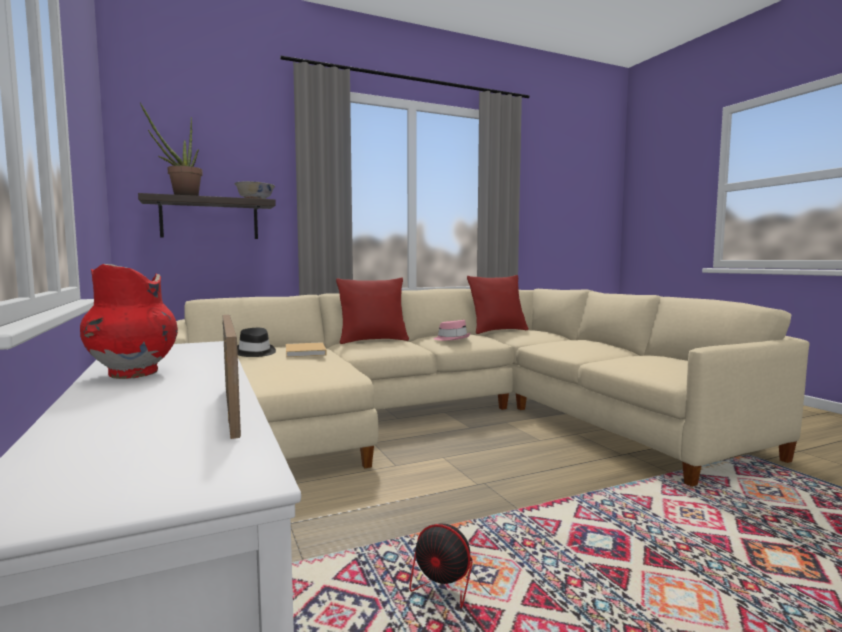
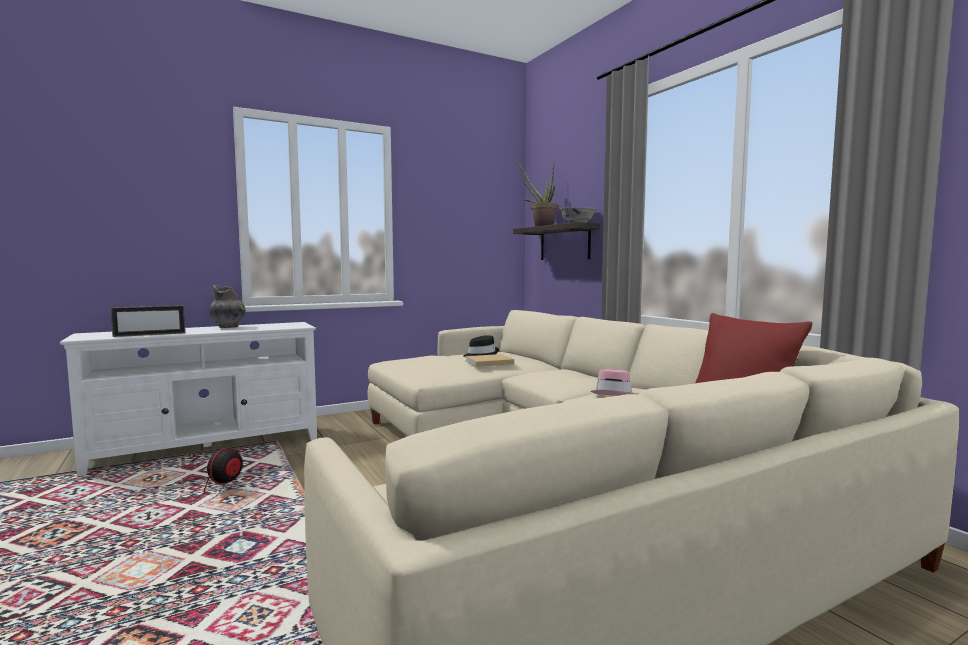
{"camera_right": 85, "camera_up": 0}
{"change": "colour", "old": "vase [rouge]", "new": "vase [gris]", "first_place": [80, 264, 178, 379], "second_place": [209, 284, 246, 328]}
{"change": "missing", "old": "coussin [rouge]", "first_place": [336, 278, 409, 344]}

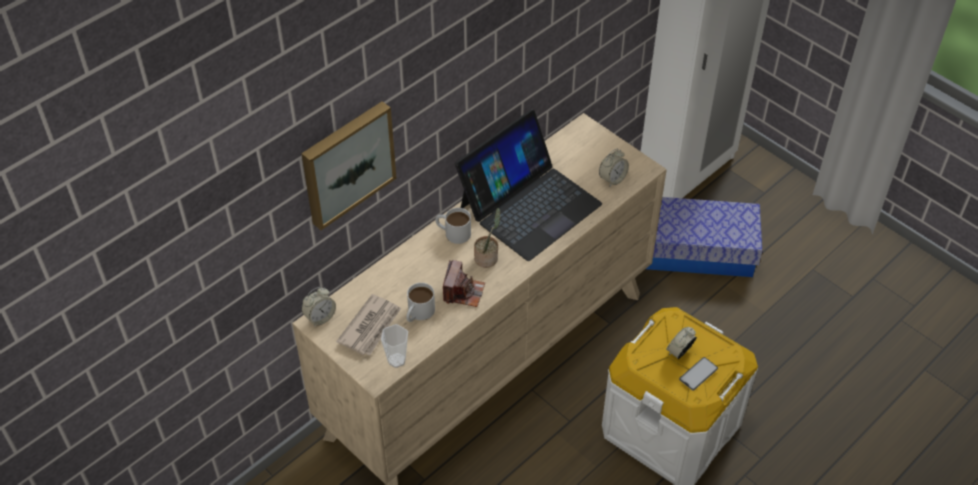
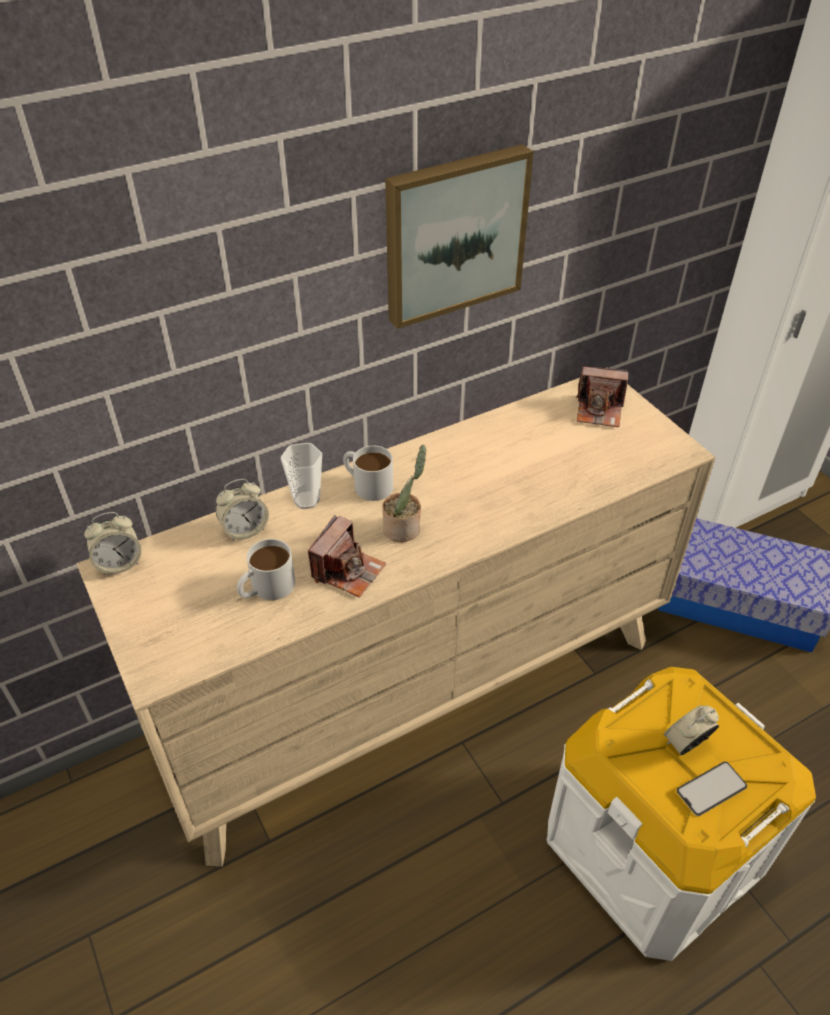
{"camera_right": 15, "camera_up": -5}
{"change": "relocated", "old": "tableau", "first_place": [301, 101, 397, 230], "second_place": [385, 144, 534, 329]}
{"change": "missing", "old": "ordinateur portable", "first_place": [455, 110, 602, 261]}
{"change": "relocated", "old": "réveil", "first_place": [599, 149, 629, 186], "second_place": [216, 479, 269, 542]}
{"change": "missing", "old": "journal", "first_place": [336, 294, 401, 355]}
{"change": "relocated", "old": "tasse", "first_place": [381, 324, 408, 368], "second_place": [281, 443, 322, 509]}
{"change": "appeared", "new": "appareil photo", "second_place": [576, 367, 629, 427]}

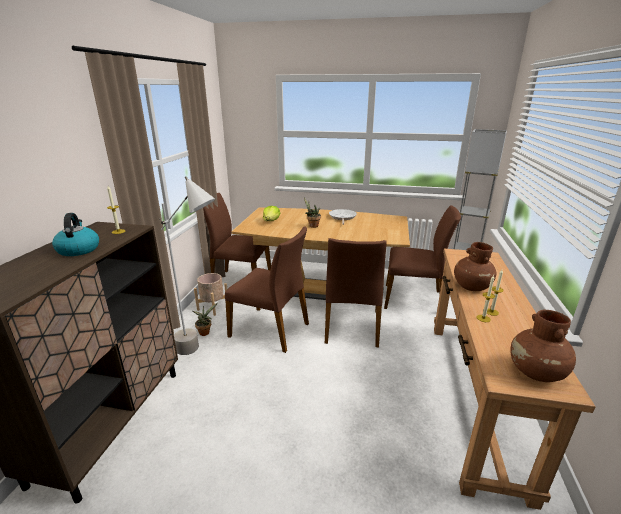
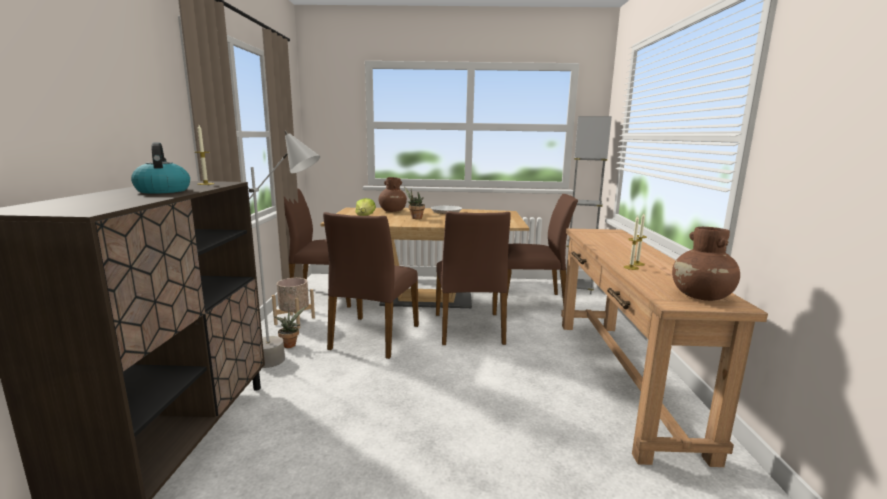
{"camera_right": -10, "camera_up": -10}
{"change": "spun", "old": "chaise [marron]", "first_place": [225, 226, 309, 353], "second_place": [323, 212, 419, 359], "degrees": 90}
{"change": "relocated", "old": "vase [marron]", "first_place": [454, 242, 496, 291], "second_place": [379, 177, 407, 212]}

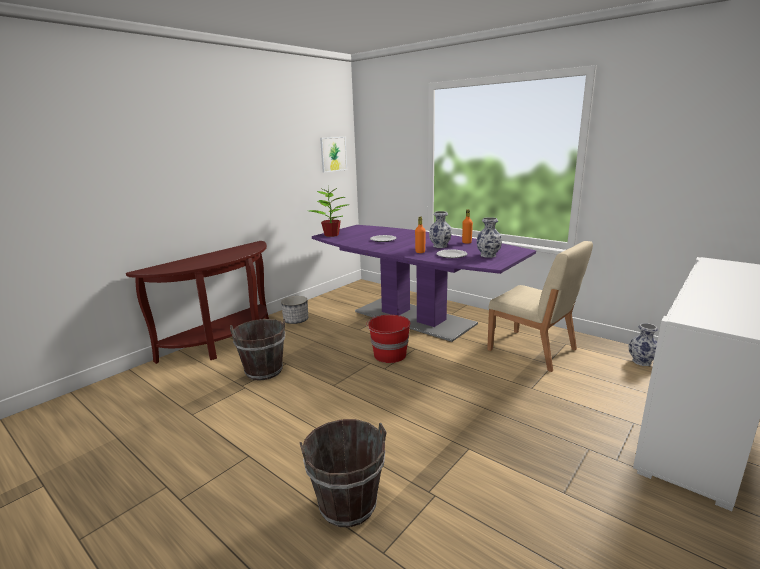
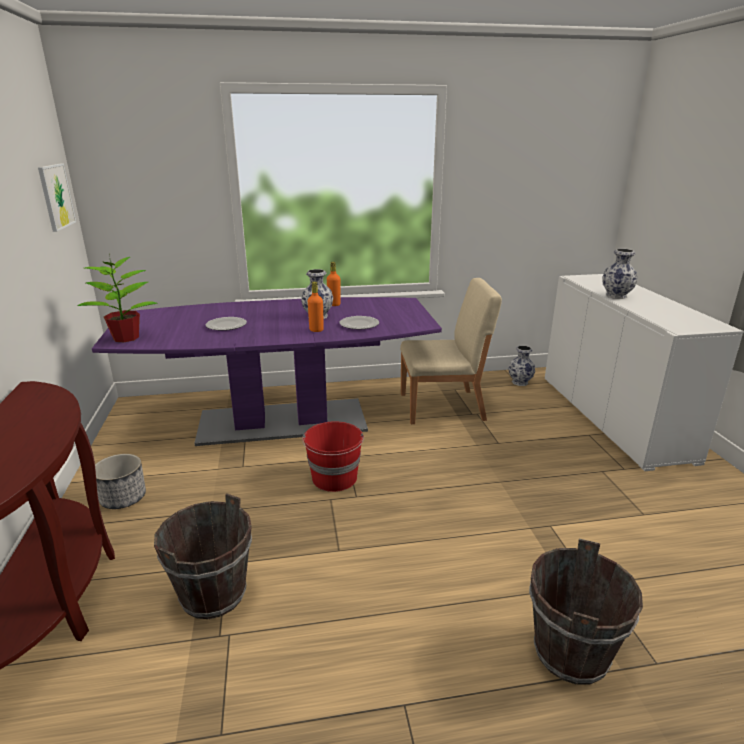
{"camera_right": -50, "camera_up": 5}
{"change": "relocated", "old": "vase", "first_place": [477, 217, 502, 258], "second_place": [602, 249, 637, 299]}

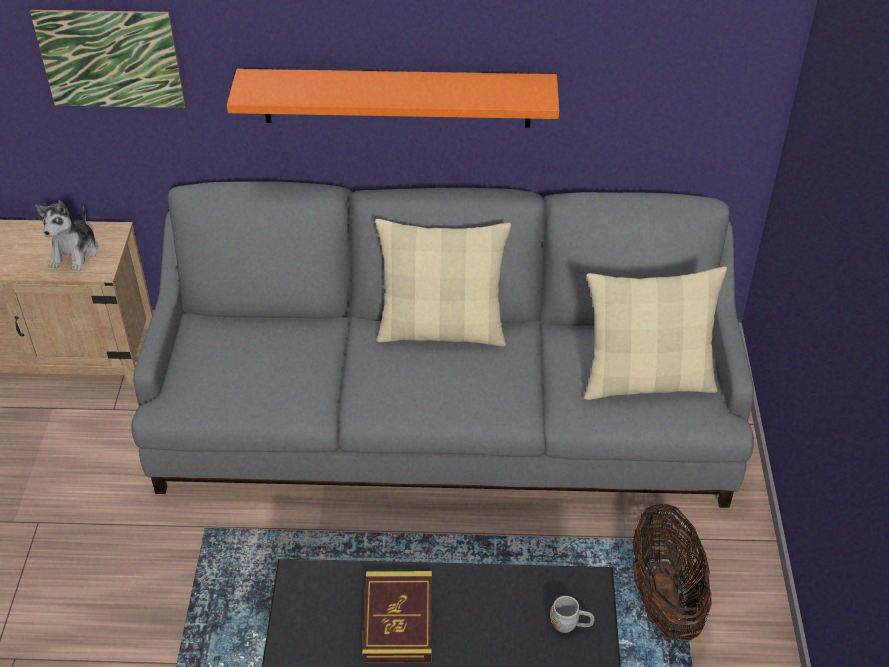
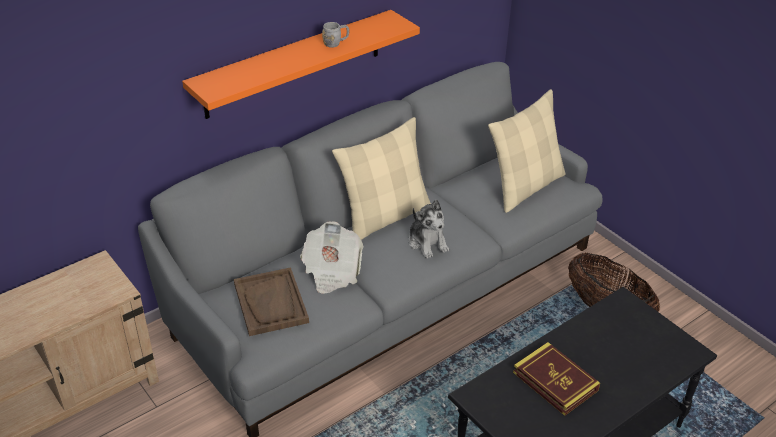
{"camera_right": -40, "camera_up": -5}
{"change": "missing", "old": "tableau", "first_place": [30, 10, 185, 108]}
{"change": "relocated", "old": "peluche", "first_place": [35, 200, 98, 271], "second_place": [409, 199, 449, 259]}
{"change": "relocated", "old": "mug [gris]", "first_place": [550, 596, 595, 633], "second_place": [322, 22, 349, 48]}
{"change": "appeared", "new": "journal", "second_place": [300, 221, 363, 294]}
{"change": "appeared", "new": "plateau [marron]", "second_place": [234, 267, 309, 336]}

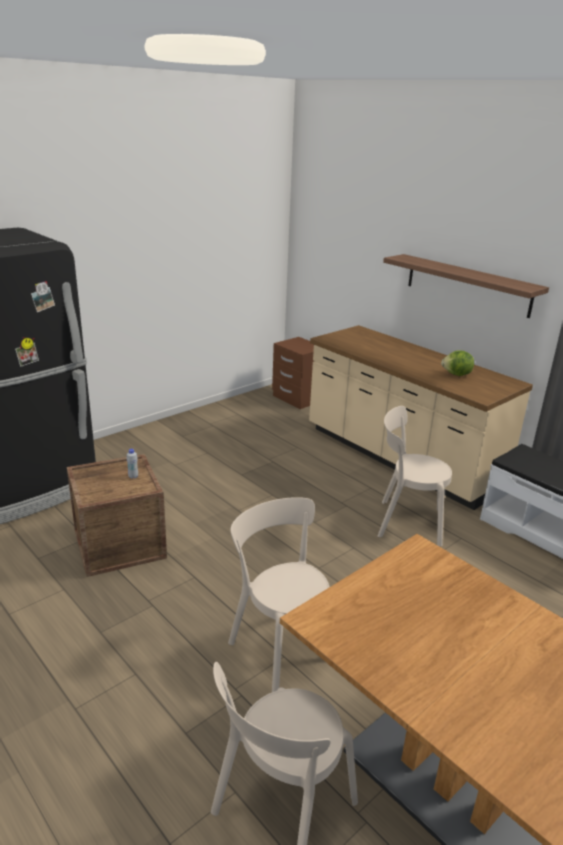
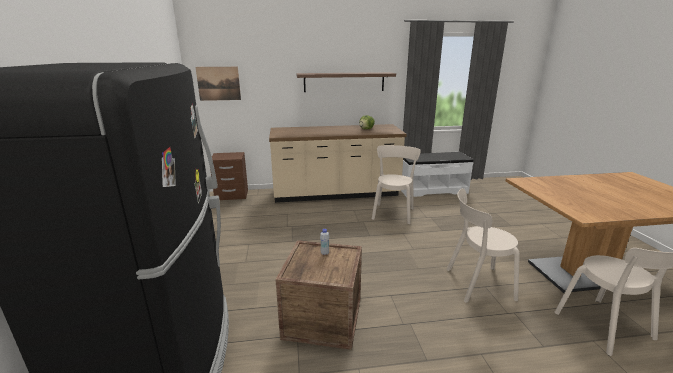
{"camera_right": -55, "camera_up": -5}
{"change": "spun", "old": "chaise [beige]", "first_place": [378, 406, 452, 547], "second_place": [372, 145, 421, 224], "degrees": 150}
{"change": "appeared", "new": "tableau", "second_place": [196, 67, 241, 101]}

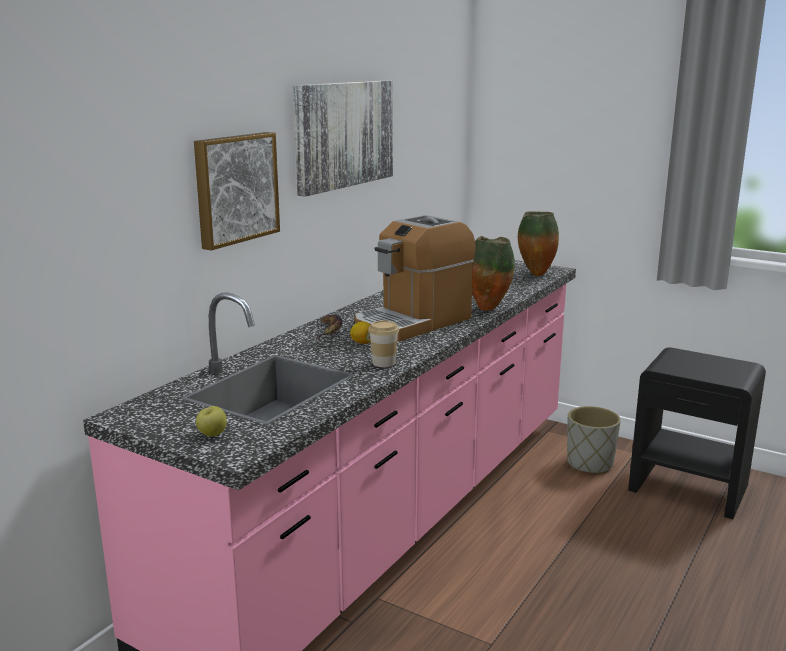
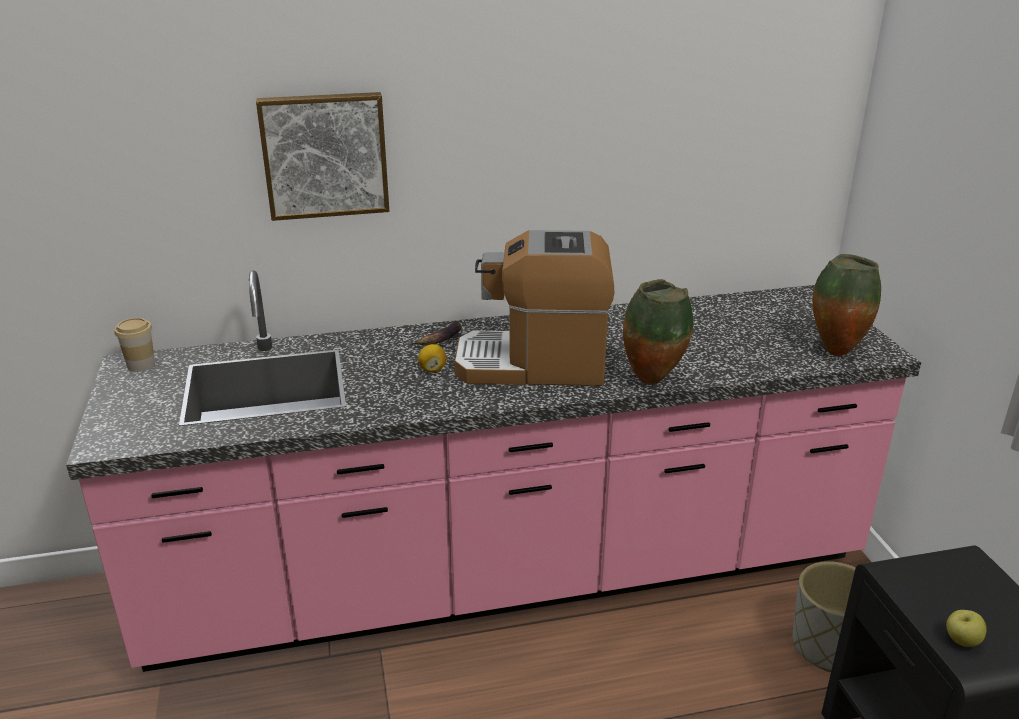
{"camera_right": 45, "camera_up": 10}
{"change": "missing", "old": "tableau", "first_place": [293, 80, 393, 197]}
{"change": "relocated", "old": "tasse", "first_place": [368, 320, 399, 367], "second_place": [114, 318, 155, 372]}
{"change": "relocated", "old": "pomme", "first_place": [196, 406, 227, 437], "second_place": [946, 610, 987, 647]}

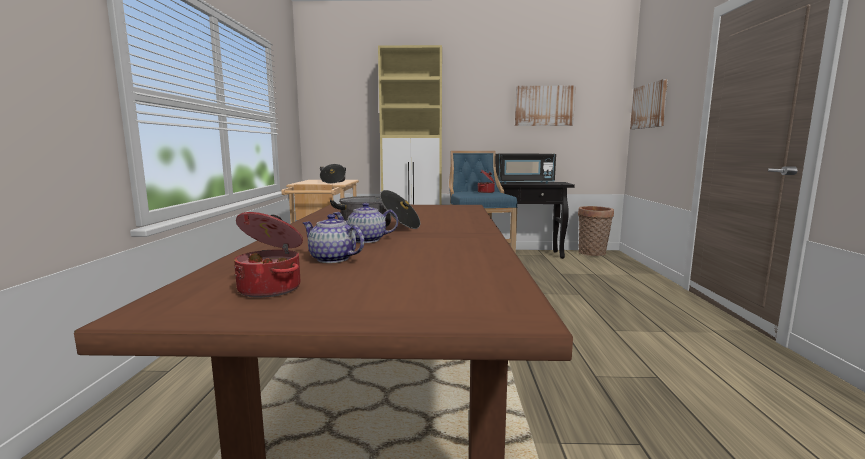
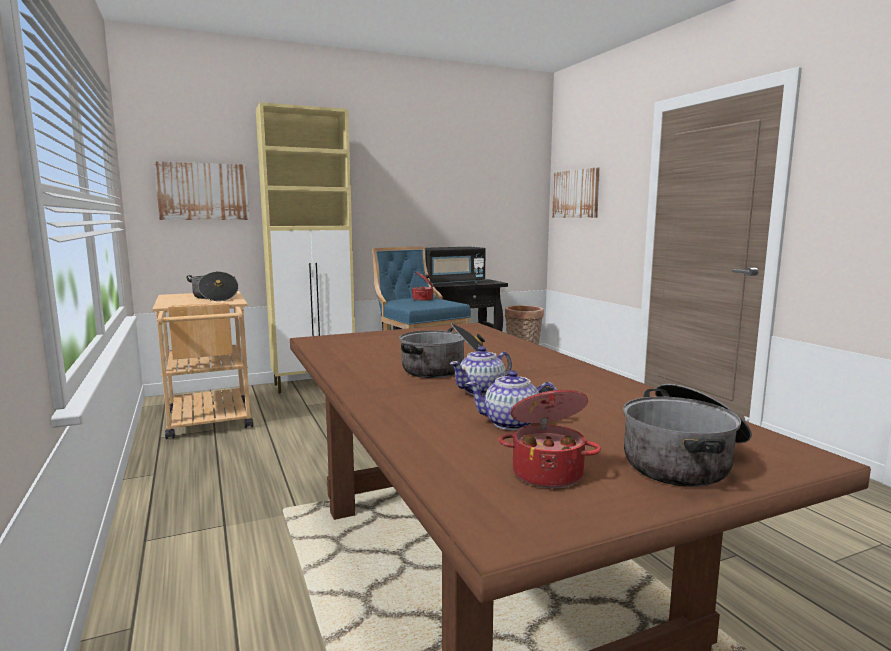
{"camera_right": -25, "camera_up": 0}
{"change": "relocated", "old": "tableau", "first_place": [515, 86, 576, 126], "second_place": [154, 161, 249, 220]}
{"change": "appeared", "new": "marmite", "second_place": [623, 384, 752, 487]}

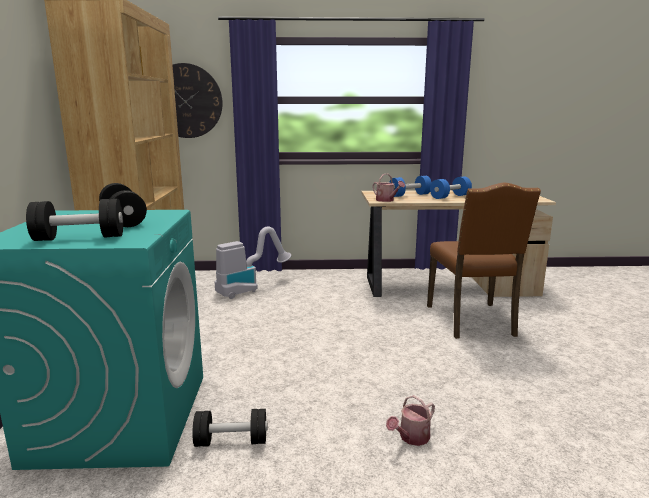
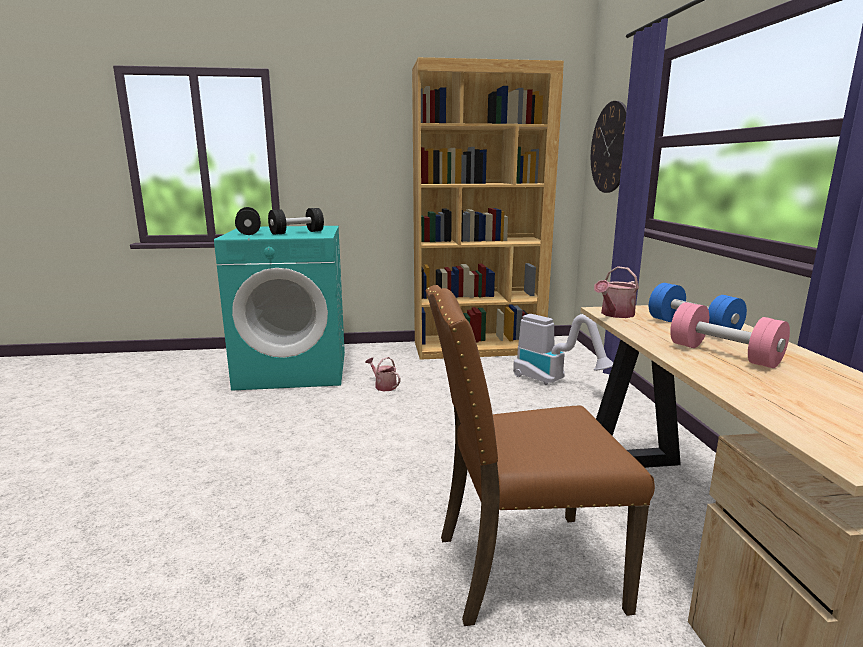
{"camera_right": 85, "camera_up": 0}
{"change": "colour", "old": "haltère [bleu]", "new": "haltère [rose]", "first_place": [430, 176, 472, 199], "second_place": [670, 302, 790, 368]}
{"change": "relocated", "old": "arrosoir", "first_place": [386, 395, 435, 446], "second_place": [365, 357, 401, 391]}
{"change": "missing", "old": "haltère [noir]", "first_place": [192, 409, 267, 447]}

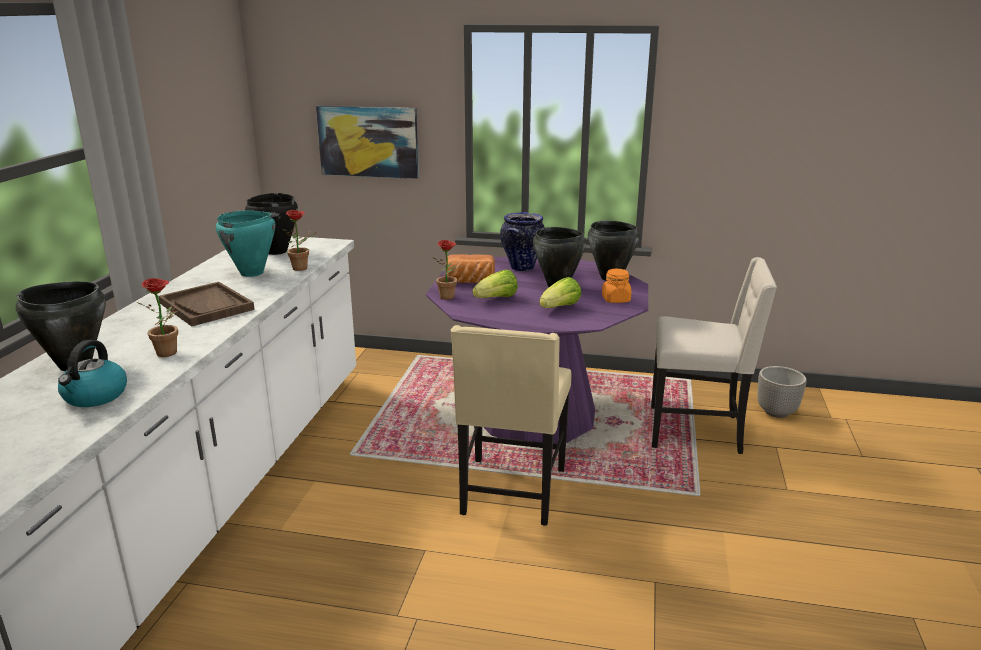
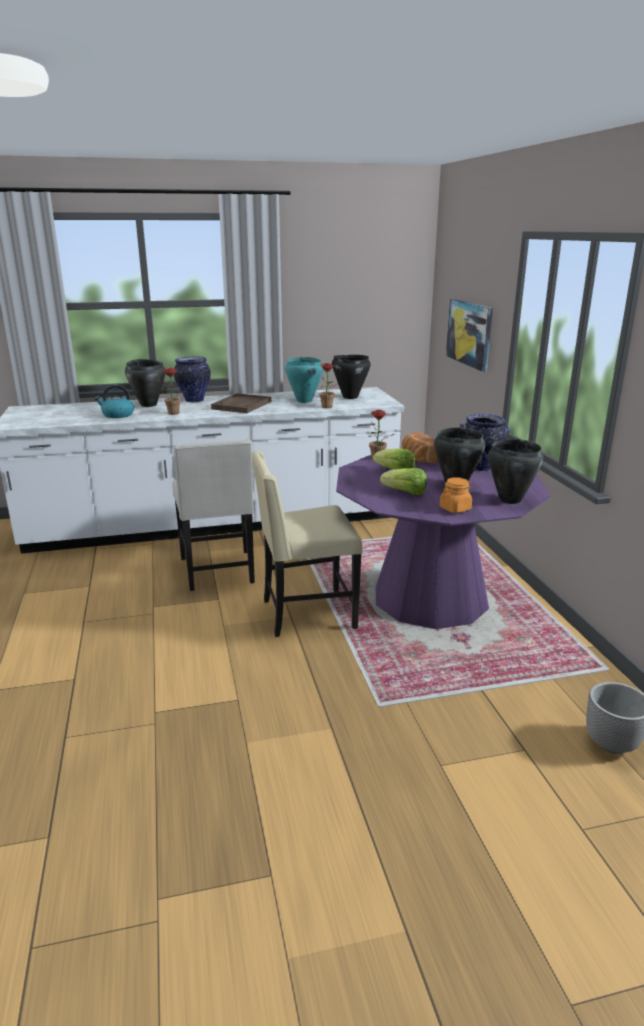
{"camera_right": 65, "camera_up": 0}
{"change": "relocated", "old": "chaise [beige]", "first_place": [651, 257, 777, 454], "second_place": [172, 439, 255, 591]}
{"change": "appeared", "new": "vase", "second_place": [174, 356, 211, 402]}

